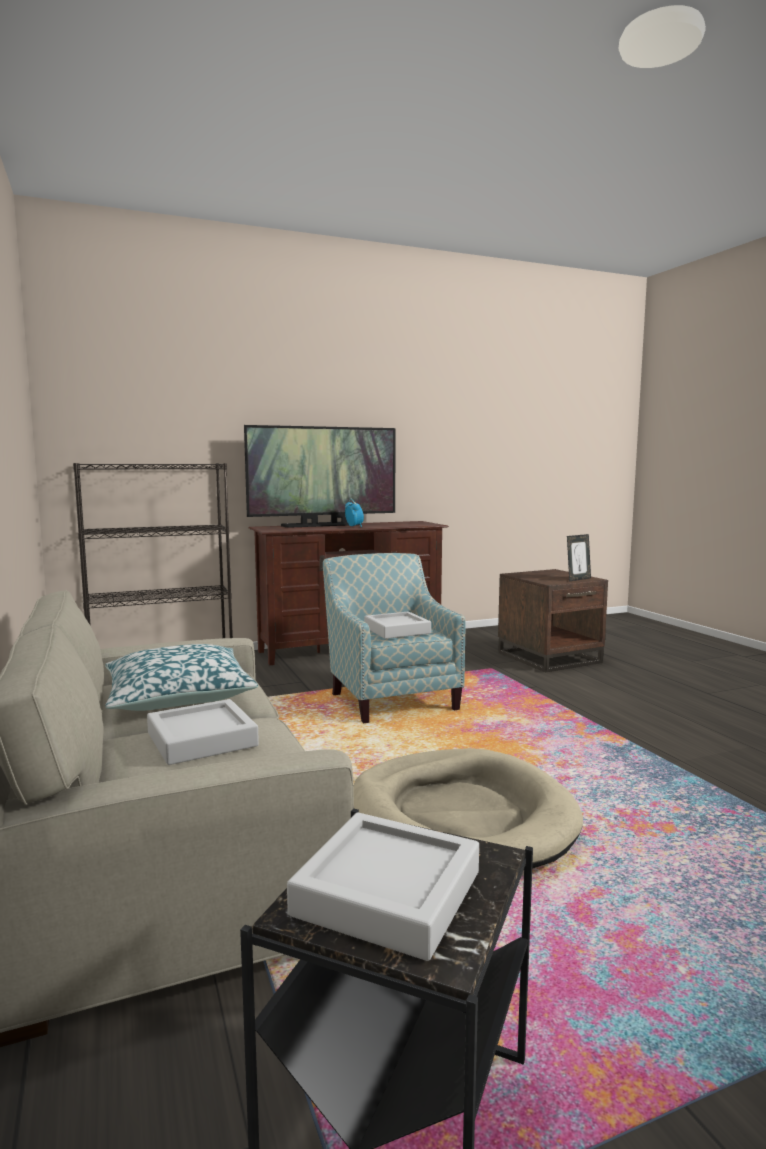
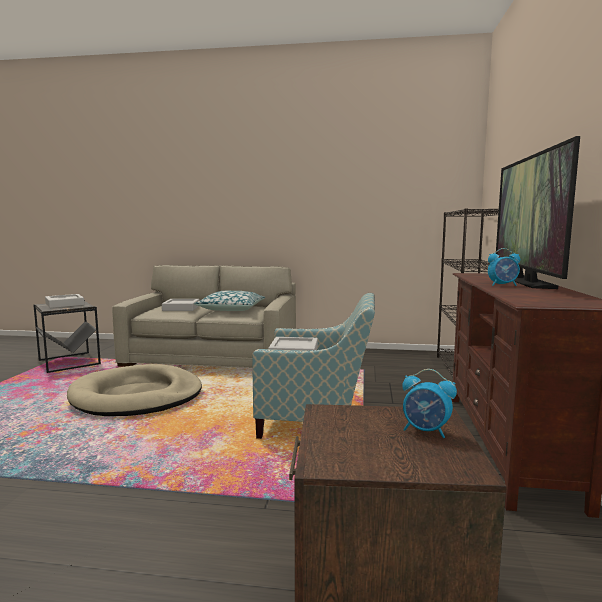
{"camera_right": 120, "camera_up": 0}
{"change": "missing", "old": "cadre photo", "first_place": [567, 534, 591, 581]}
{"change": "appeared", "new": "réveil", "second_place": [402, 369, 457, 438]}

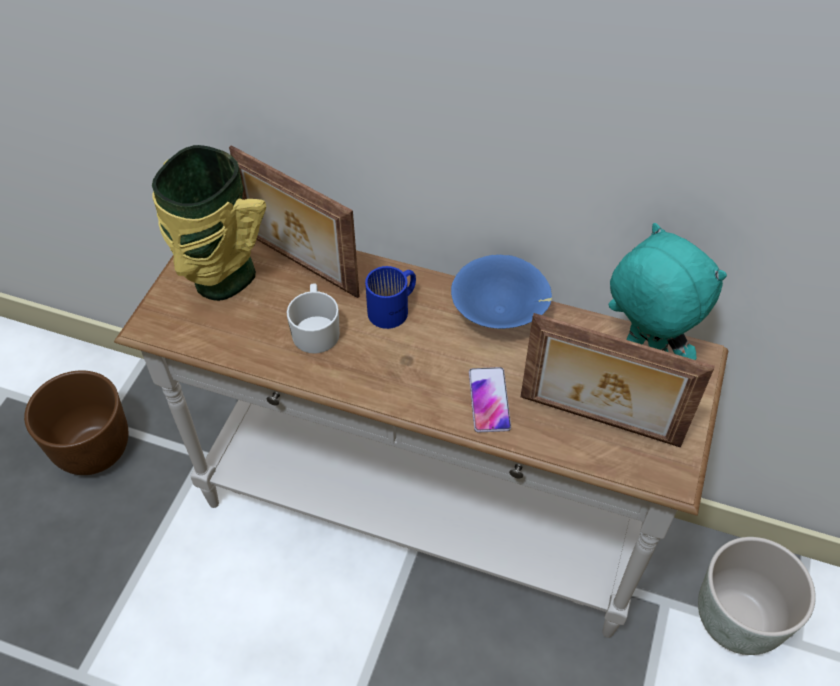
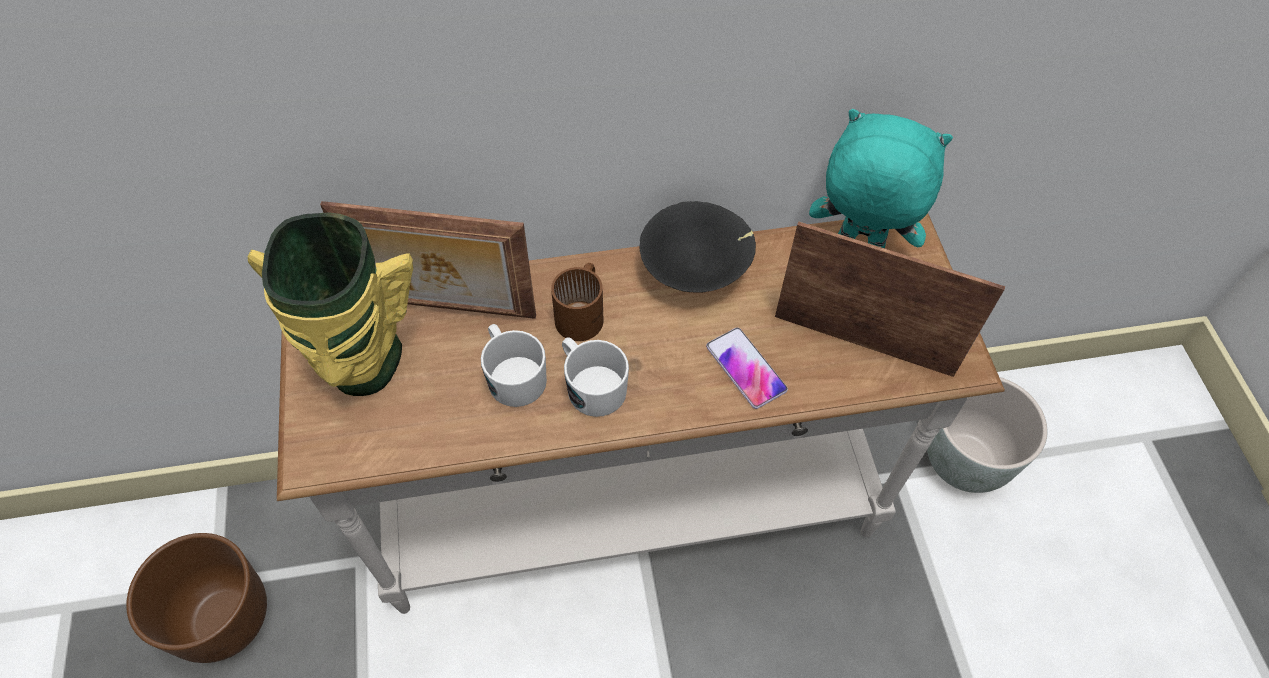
{"camera_right": -30, "camera_up": 5}
{"change": "colour", "old": "bol [bleu]", "new": "bol [noir]", "first_place": [451, 255, 552, 329], "second_place": [640, 201, 756, 293]}
{"change": "colour", "old": "mug [bleu]", "new": "mug [marron]", "first_place": [365, 266, 416, 329], "second_place": [551, 263, 603, 341]}
{"change": "spun", "old": "cadre photo", "first_place": [521, 313, 715, 448], "second_place": [775, 222, 1005, 377], "degrees": -150}
{"change": "appeared", "new": "mug [blanc]", "second_place": [562, 337, 629, 417]}

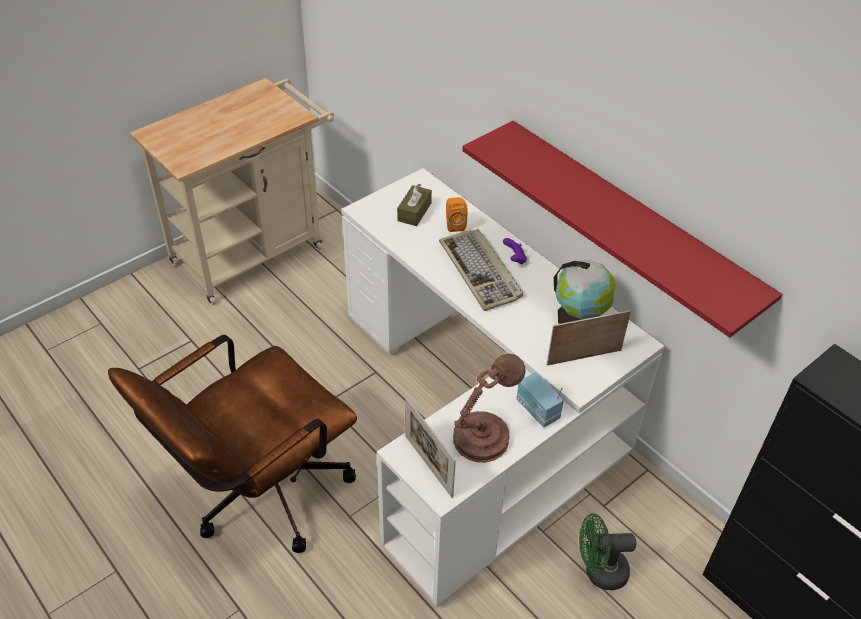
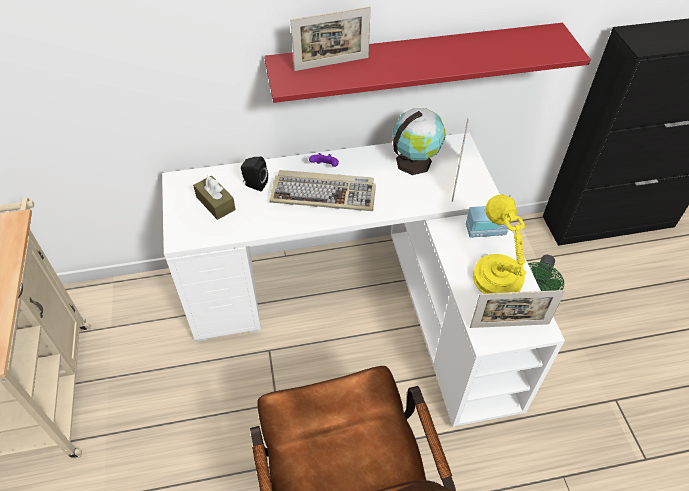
{"camera_right": -60, "camera_up": 5}
{"change": "colour", "old": "enceinte [orange]", "new": "enceinte [noir]", "first_place": [446, 197, 467, 232], "second_place": [241, 157, 268, 191]}
{"change": "colour", "old": "lampe de table [marron]", "new": "lampe de table [jaune]", "first_place": [453, 354, 525, 462], "second_place": [473, 195, 527, 294]}
{"change": "appeared", "new": "cadre photo", "second_place": [291, 6, 371, 71]}

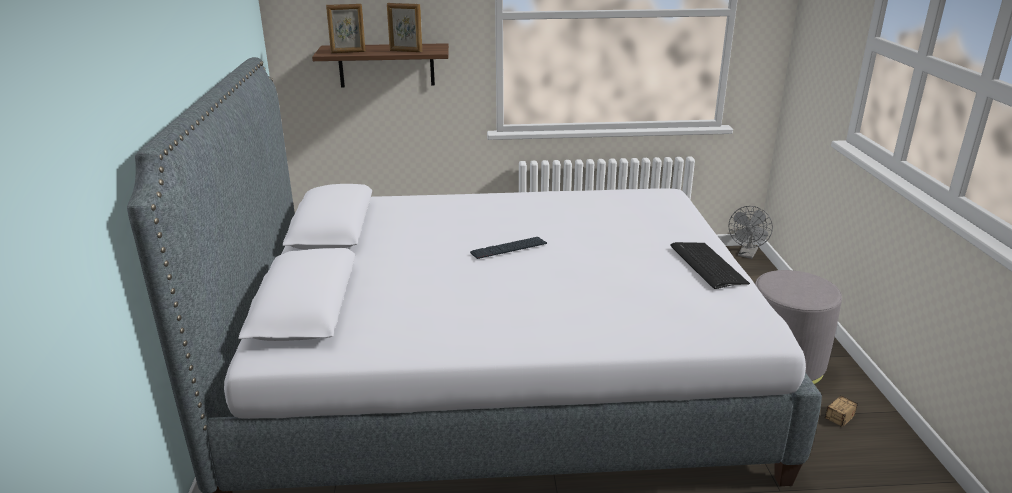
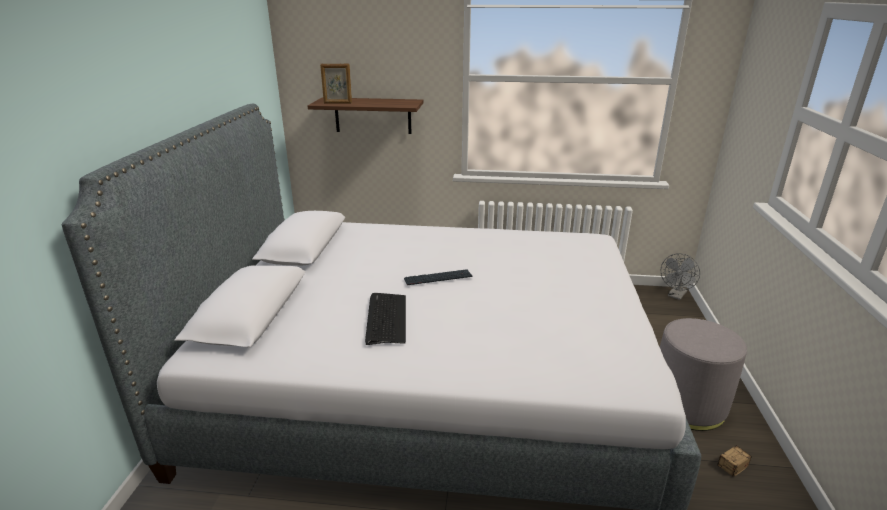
{"camera_right": 10, "camera_up": 0}
{"change": "missing", "old": "cadre photo", "first_place": [387, 3, 422, 52]}
{"change": "relocated", "old": "clavier", "first_place": [671, 242, 750, 289], "second_place": [365, 293, 406, 345]}

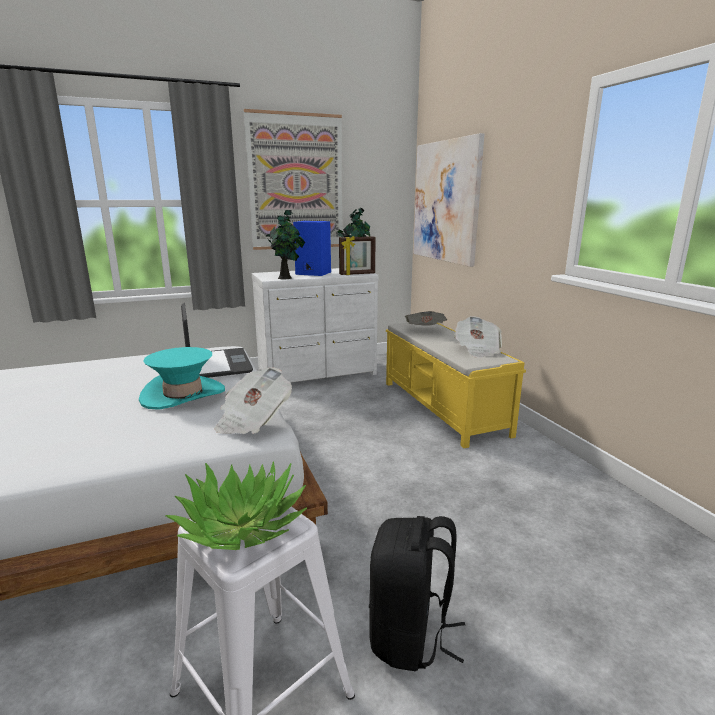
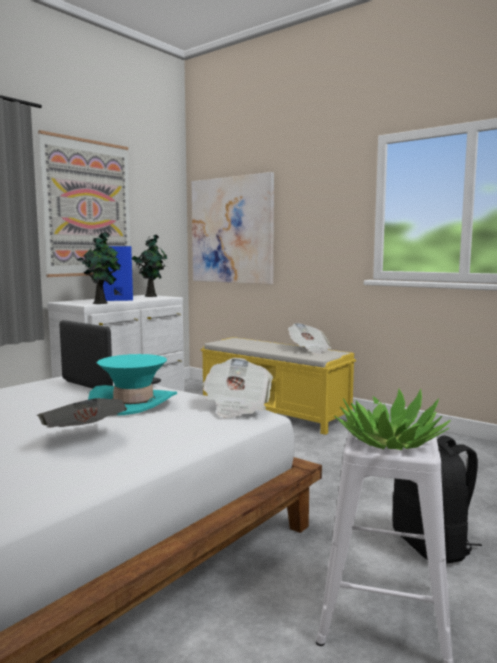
{"camera_right": -30, "camera_up": -10}
{"change": "missing", "old": "cadre photo", "first_place": [339, 236, 376, 275]}
{"change": "relocated", "old": "journal", "first_place": [405, 311, 447, 326], "second_place": [37, 398, 127, 428]}

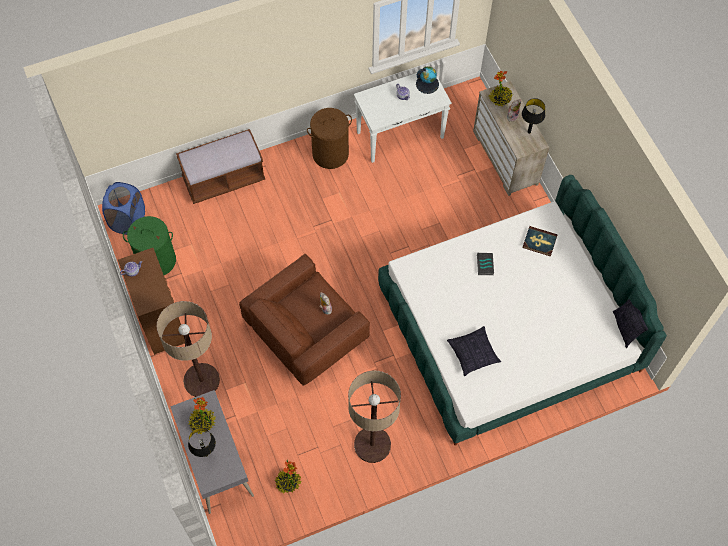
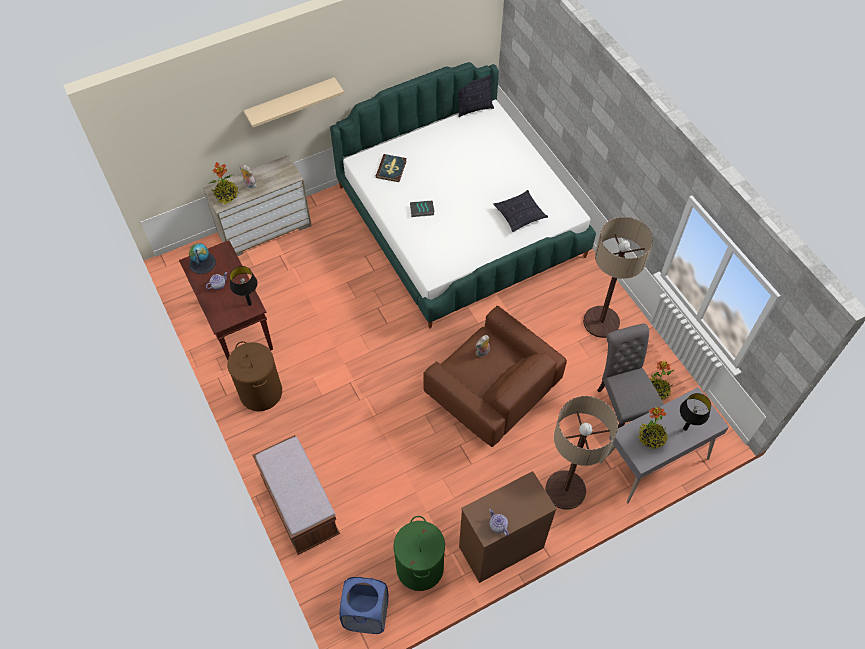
{"camera_right": -95, "camera_up": -5}
{"change": "colour", "old": "table console [blanc]", "new": "table console [marron]", "first_place": [354, 73, 452, 163], "second_place": [179, 240, 273, 360]}
{"change": "relocated", "old": "lampe de table [noir]", "first_place": [522, 98, 545, 134], "second_place": [230, 266, 258, 306]}
{"change": "appeared", "new": "étagère [beige]", "second_place": [244, 77, 344, 128]}
{"change": "appeared", "new": "chaise [gris]", "second_place": [597, 324, 664, 428]}

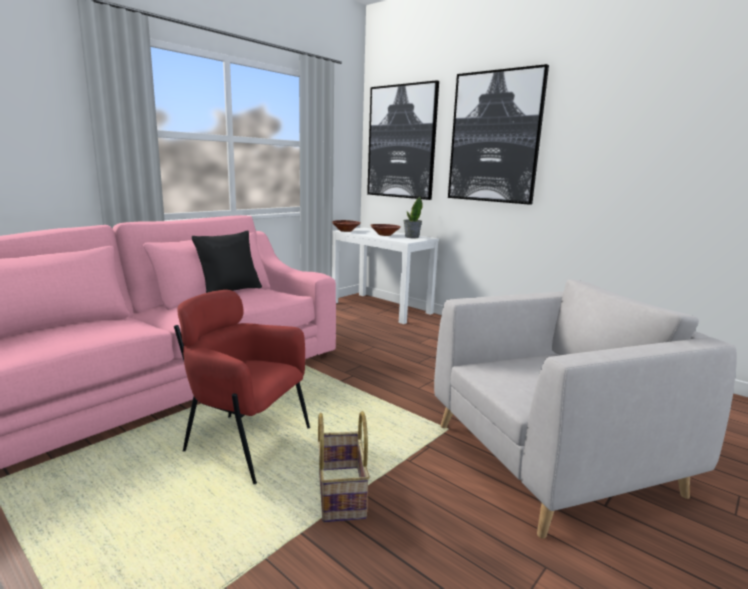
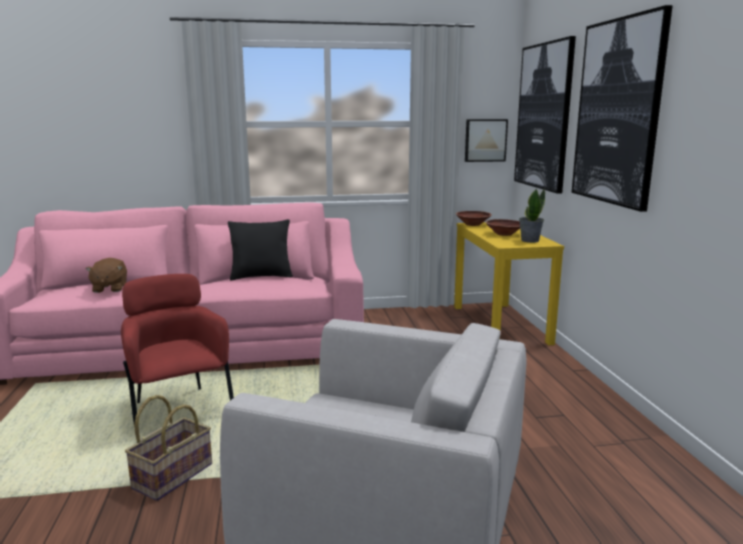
{"camera_right": 40, "camera_up": 0}
{"change": "colour", "old": "table console [blanc]", "new": "table console [jaune]", "first_place": [332, 227, 439, 324], "second_place": [454, 222, 564, 345]}
{"change": "appeared", "new": "tableau", "second_place": [465, 119, 508, 162]}
{"change": "appeared", "new": "peluche [marron]", "second_place": [86, 258, 127, 293]}

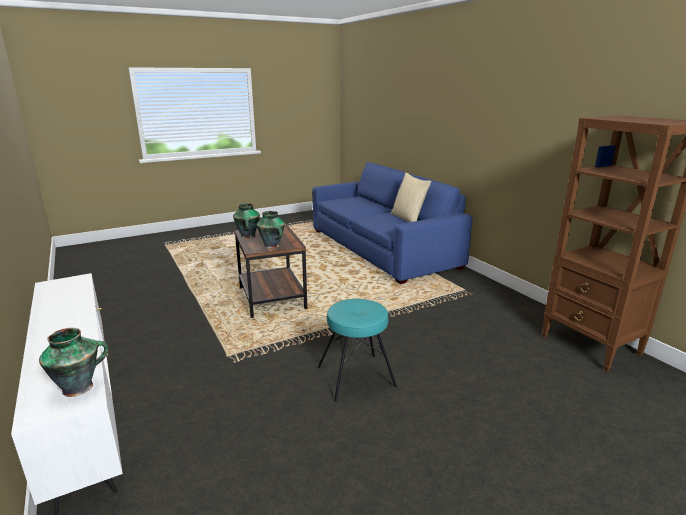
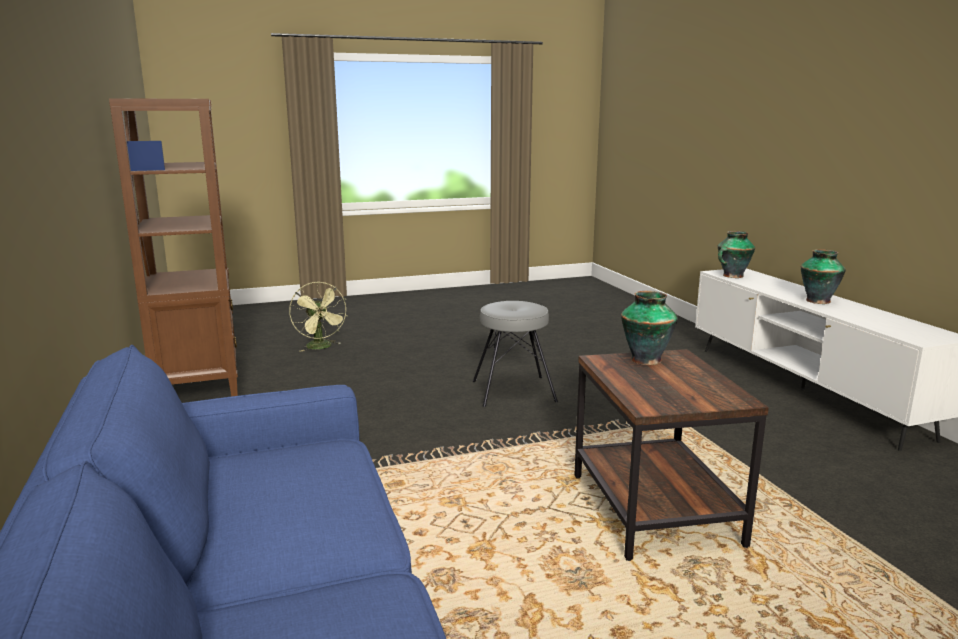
{"camera_right": -170, "camera_up": -5}
{"change": "missing", "old": "coussin [beige]", "first_place": [391, 173, 431, 222]}
{"change": "relocated", "old": "vase", "first_place": [233, 203, 260, 239], "second_place": [801, 249, 846, 304]}
{"change": "colour", "old": "tabouret [turquoise]", "new": "tabouret [gris]", "first_place": [318, 299, 397, 401], "second_place": [473, 301, 558, 407]}
{"change": "appeared", "new": "ventilateur [vert]", "second_place": [289, 282, 348, 352]}

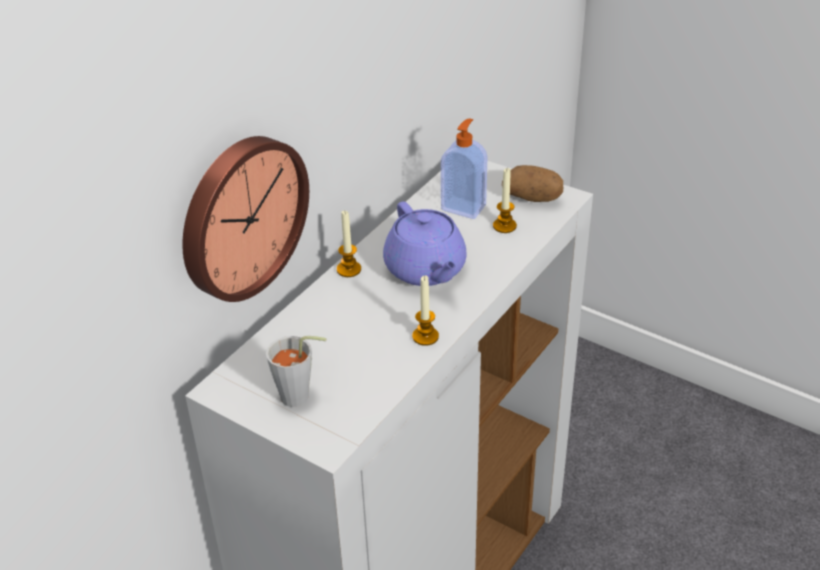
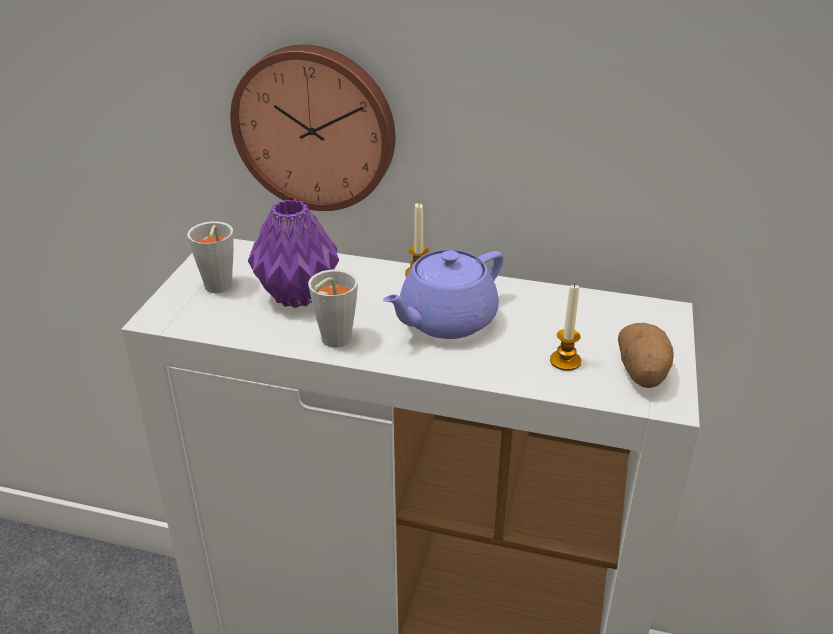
{"camera_right": 70, "camera_up": -5}
{"change": "missing", "old": "distributeur de savon", "first_place": [441, 119, 487, 219]}
{"change": "exchanged", "old": "bougie", "new": "tasse [gris]", "first_place": [412, 276, 439, 346], "second_place": [308, 270, 358, 347]}
{"change": "appeared", "new": "vase [violet]", "second_place": [248, 199, 339, 308]}

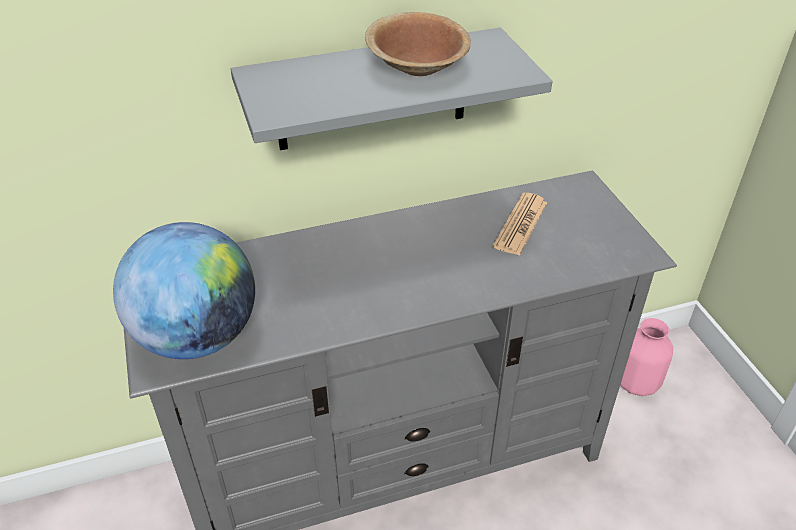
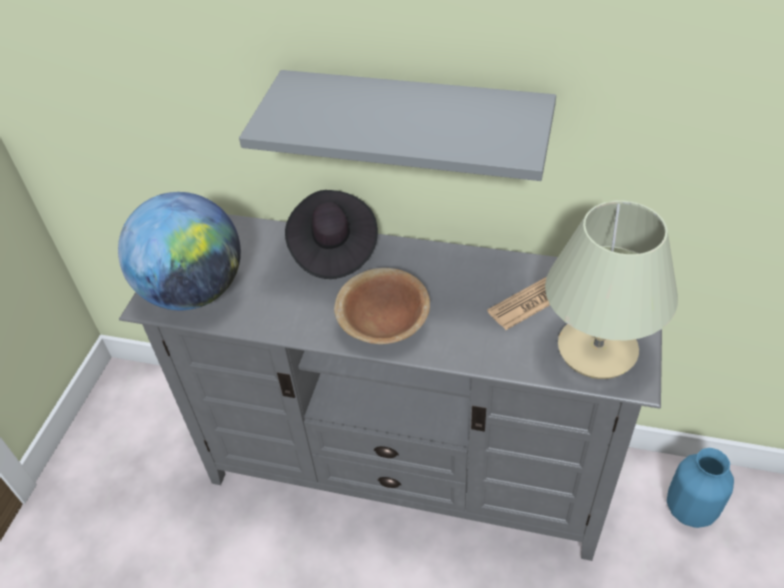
{"camera_right": 35, "camera_up": 5}
{"change": "relocated", "old": "bol [marron]", "first_place": [365, 12, 471, 76], "second_place": [334, 268, 430, 344]}
{"change": "colour", "old": "vase [rose]", "new": "vase [bleu]", "first_place": [620, 318, 673, 396], "second_place": [667, 448, 734, 528]}
{"change": "appeared", "new": "chapeau [noir]", "second_place": [285, 190, 378, 279]}
{"change": "appeared", "new": "lampe de table [beige]", "second_place": [545, 201, 678, 379]}

